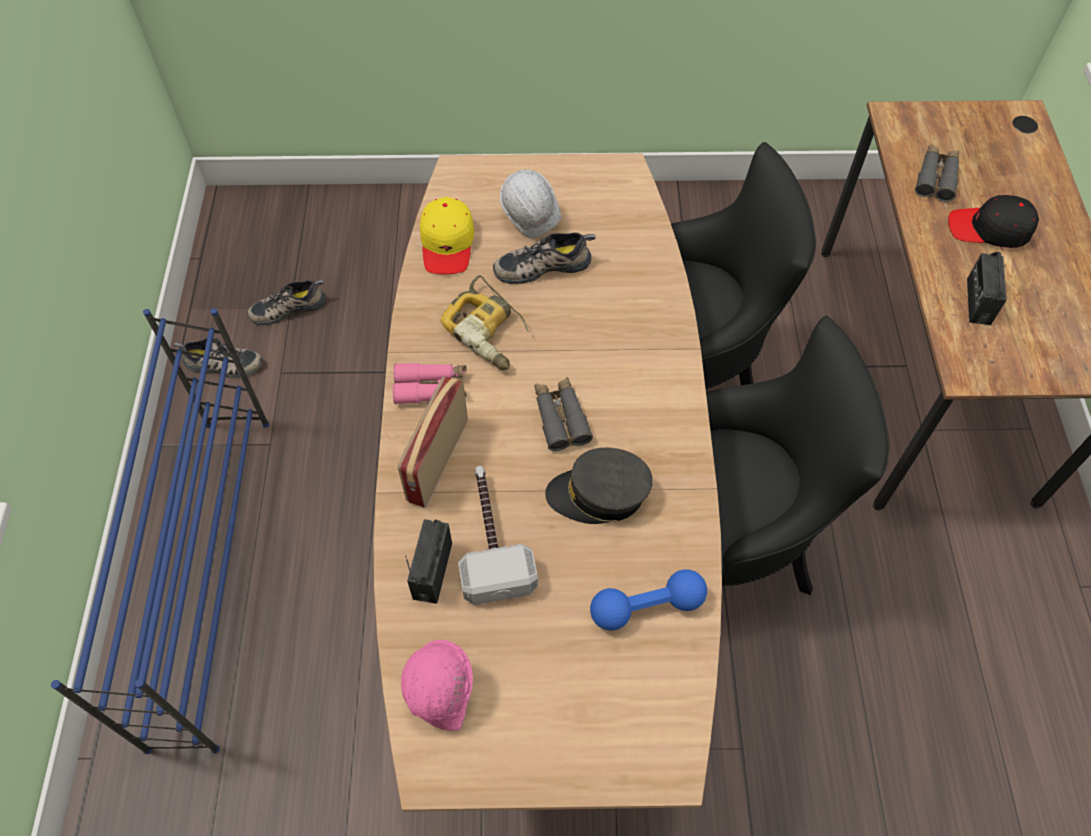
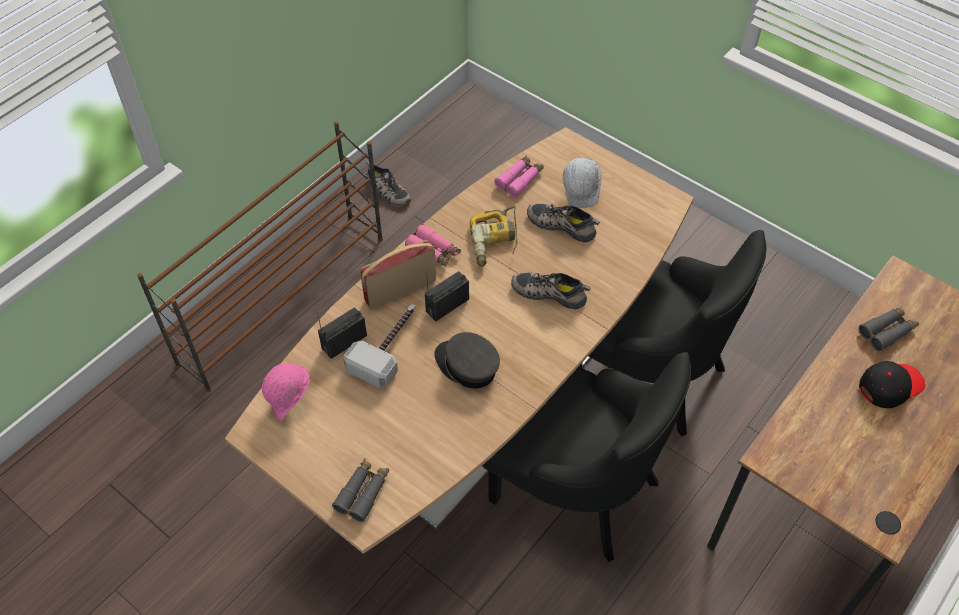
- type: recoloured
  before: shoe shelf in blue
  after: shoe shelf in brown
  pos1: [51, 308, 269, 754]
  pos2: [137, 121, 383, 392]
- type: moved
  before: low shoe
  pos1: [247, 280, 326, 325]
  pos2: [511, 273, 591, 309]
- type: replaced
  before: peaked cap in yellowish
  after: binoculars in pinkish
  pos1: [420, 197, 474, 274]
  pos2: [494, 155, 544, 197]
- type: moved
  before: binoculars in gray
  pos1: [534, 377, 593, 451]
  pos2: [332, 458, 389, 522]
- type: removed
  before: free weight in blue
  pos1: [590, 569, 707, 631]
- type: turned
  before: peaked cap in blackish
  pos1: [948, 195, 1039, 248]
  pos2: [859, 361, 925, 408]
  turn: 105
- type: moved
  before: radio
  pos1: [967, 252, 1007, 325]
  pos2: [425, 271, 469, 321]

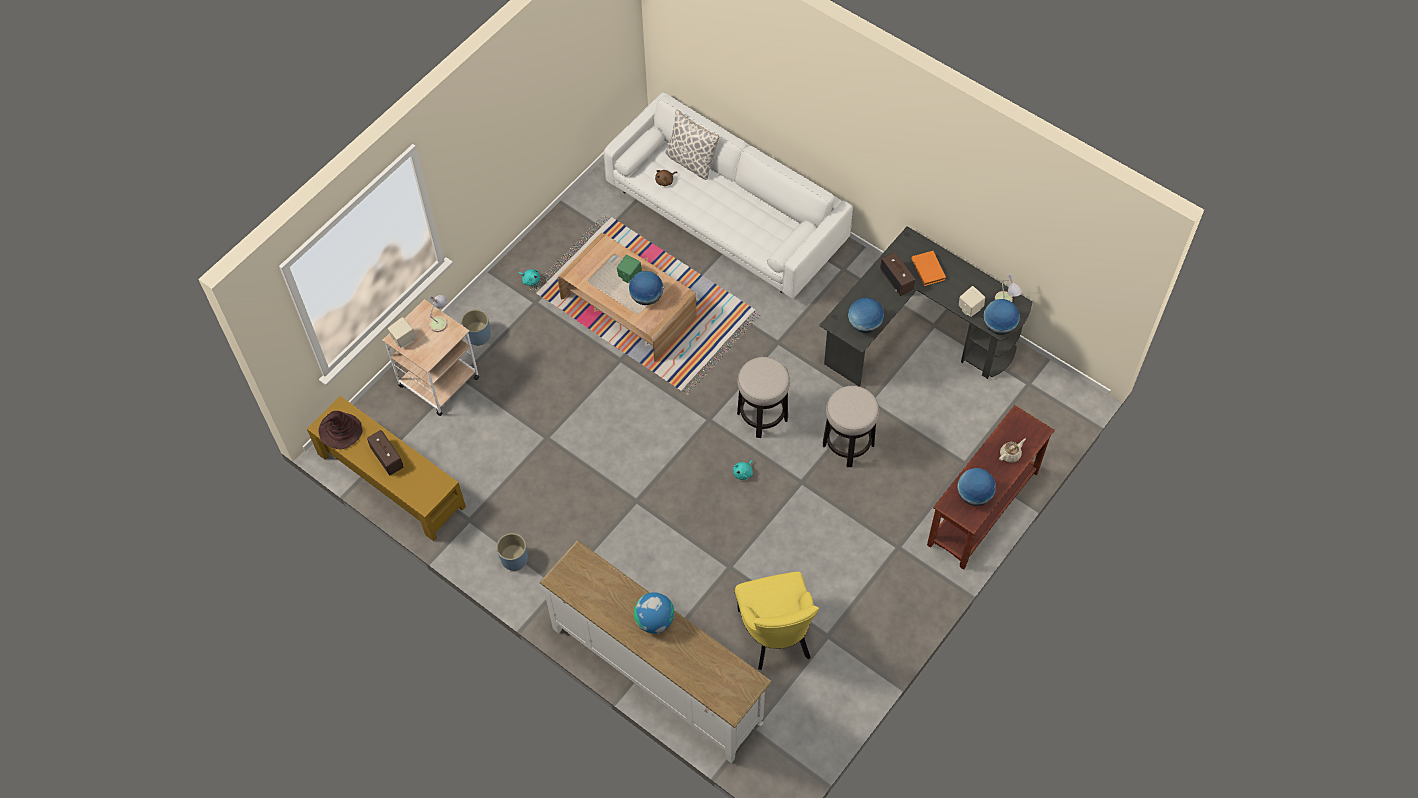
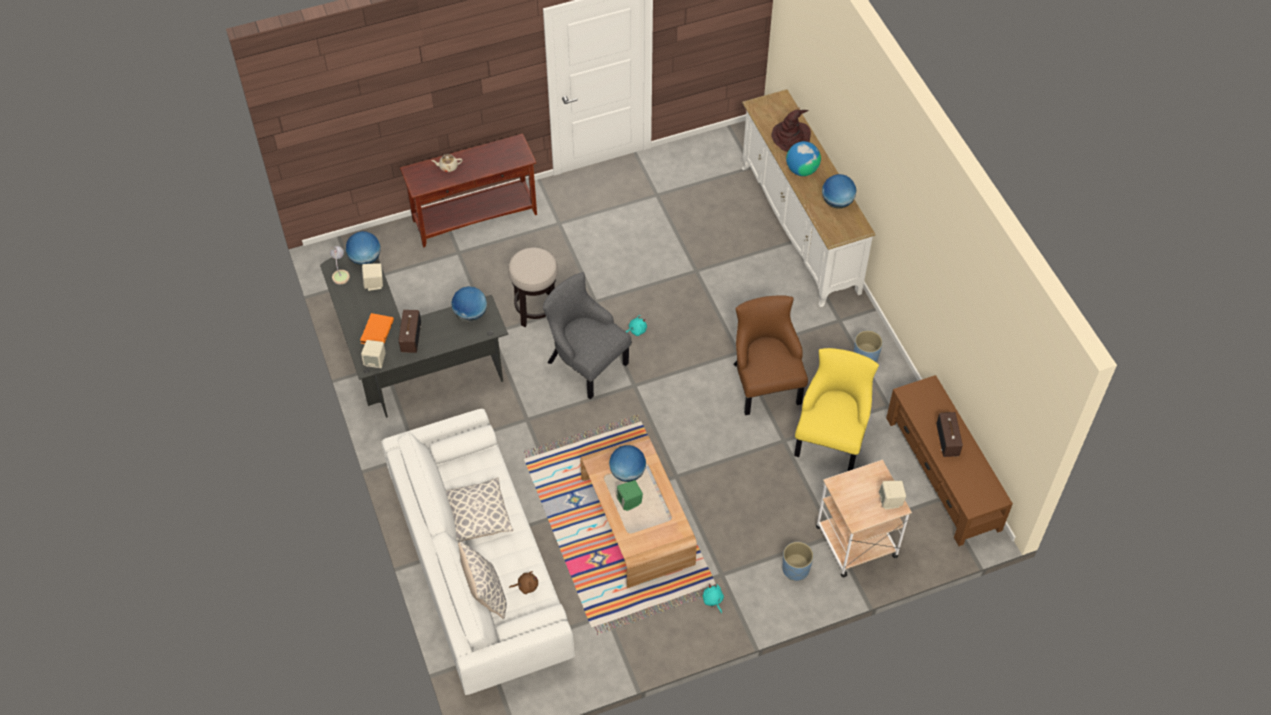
- type: recoloured
  before: tv unit in yellowish
  after: tv unit in brown
  pos1: [307, 396, 466, 541]
  pos2: [886, 375, 1013, 546]
- type: moved
  before: wearable hat in brown
  pos1: [318, 411, 362, 449]
  pos2: [771, 110, 811, 152]
- type: removed
  before: lamp for a table
  pos1: [429, 295, 447, 332]
- type: moved
  before: armchair in yellowish
  pos1: [735, 572, 819, 670]
  pos2: [794, 348, 879, 471]
- type: replaced
  before: stool seat
  after: armchair in gray
  pos1: [737, 357, 790, 438]
  pos2: [543, 272, 632, 399]
- type: moved
  before: desk globe
  pos1: [957, 468, 996, 506]
  pos2: [822, 174, 856, 209]
- type: added
  after: audio speaker in sand-coloured
  pos2: [361, 340, 385, 368]
- type: added
  after: pillow
  pos2: [446, 477, 513, 543]
- type: added
  after: armchair in brown
  pos2: [733, 295, 808, 415]

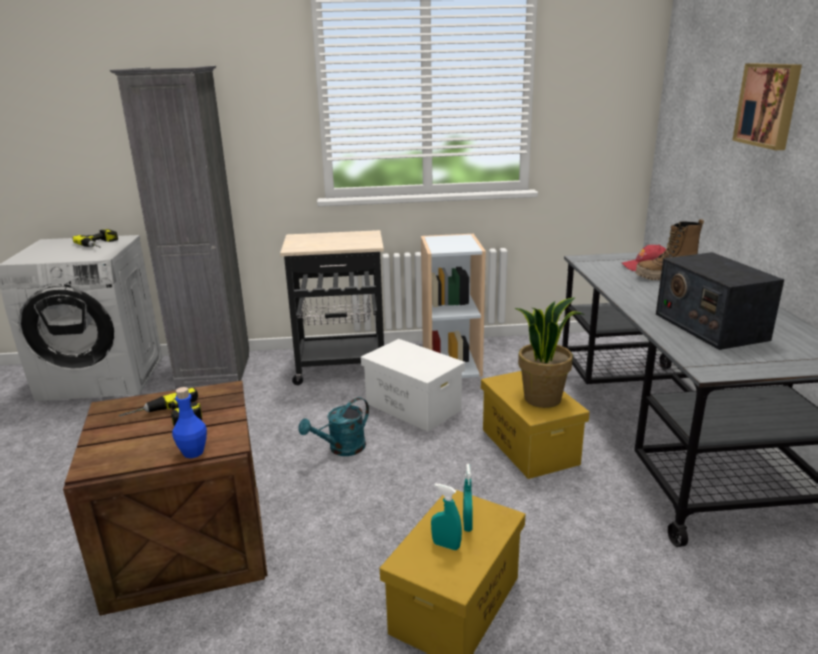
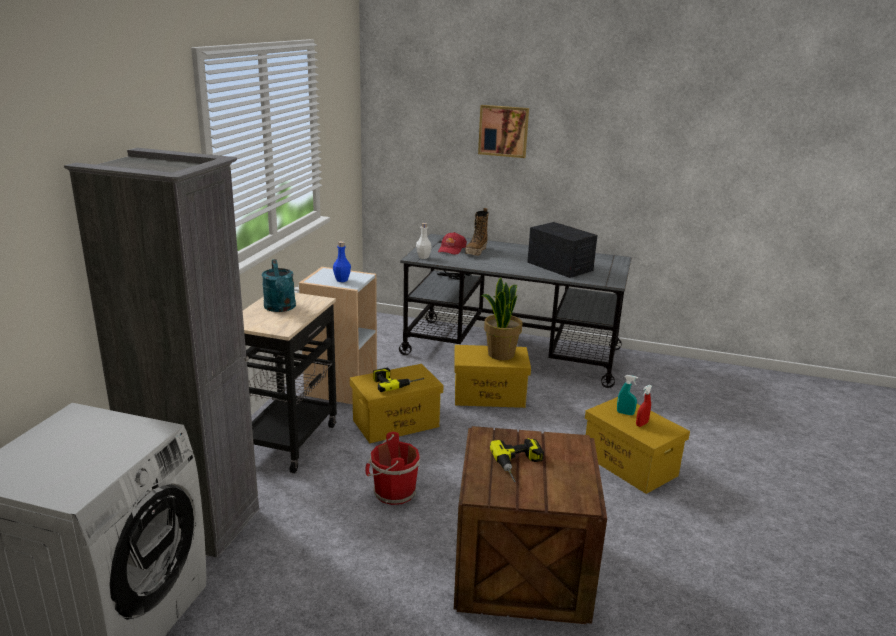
- type: moved
  before: drill
  pos1: [72, 229, 118, 247]
  pos2: [373, 367, 424, 392]
- type: moved
  before: bottle in blue
  pos1: [172, 387, 207, 458]
  pos2: [333, 241, 351, 282]
- type: moved
  before: sprinkling can in turquoise-coloured
  pos1: [298, 397, 369, 456]
  pos2: [262, 259, 296, 312]
- type: recoloured
  before: storage container in white
  after: storage container in yellowish
  pos1: [361, 339, 465, 432]
  pos2: [350, 364, 444, 443]
- type: recoloured
  before: spray bottle in turquoise-coloured
  after: spray bottle in red
  pos1: [431, 483, 462, 550]
  pos2: [636, 385, 652, 427]
- type: turned
  before: radio
  pos1: [656, 252, 784, 350]
  pos2: [527, 222, 597, 278]
  turn: -135
- type: added
  after: water bucket in red
  pos2: [365, 432, 420, 505]
- type: added
  after: bottle in white
  pos2: [416, 223, 432, 259]

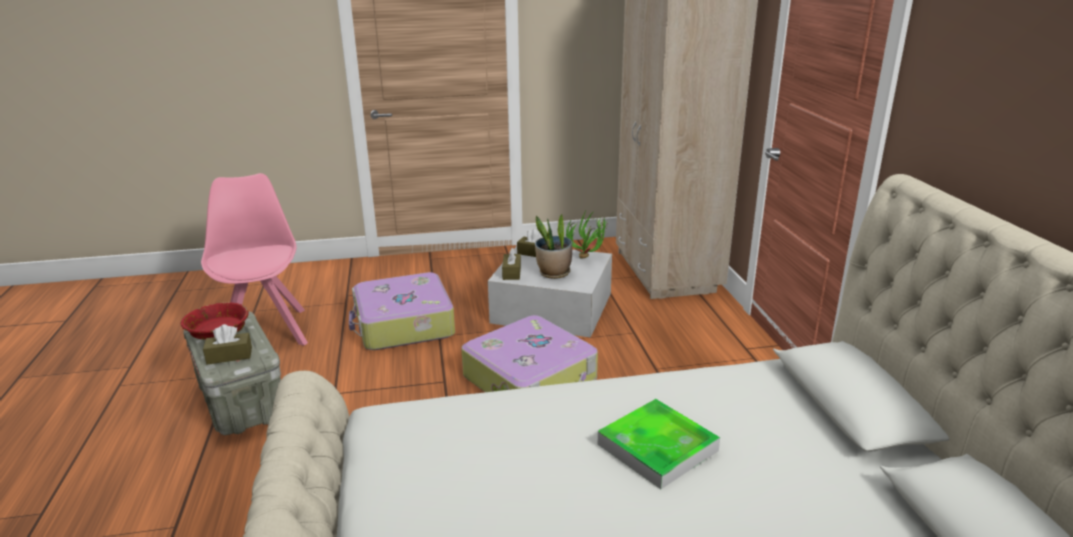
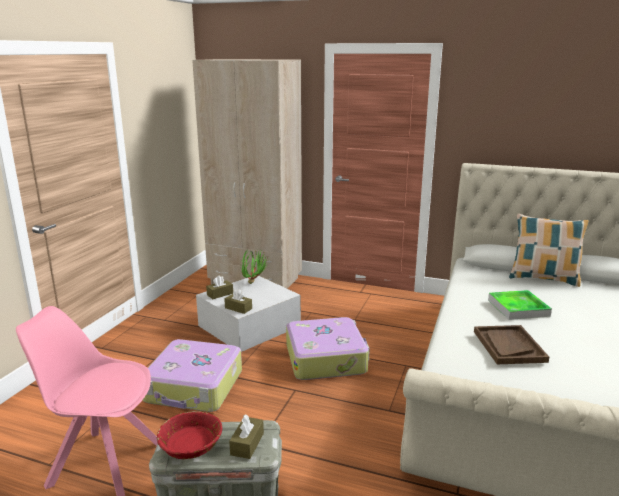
- type: removed
  before: houseplant
  pos1: [535, 214, 572, 279]
- type: added
  after: tray in brown
  pos2: [474, 325, 549, 364]
- type: added
  after: pillow
  pos2: [509, 214, 589, 287]

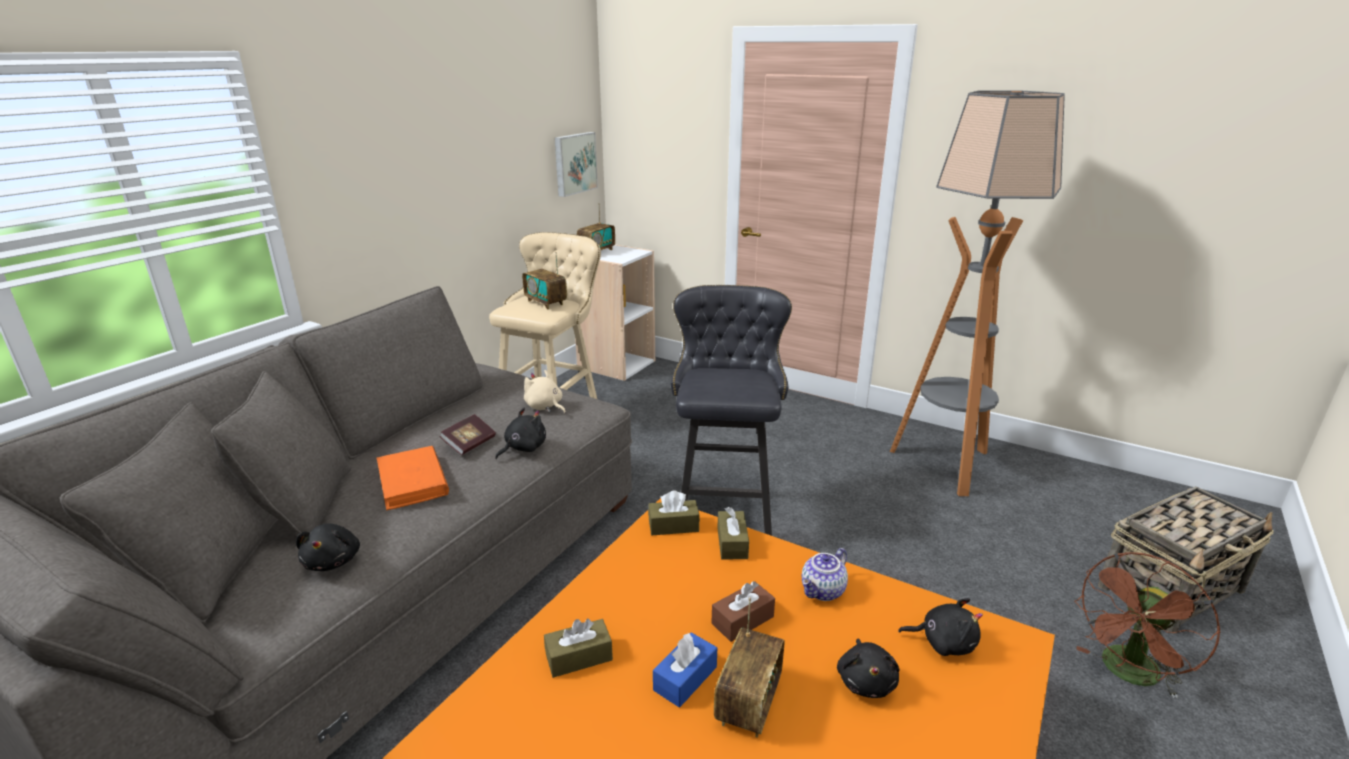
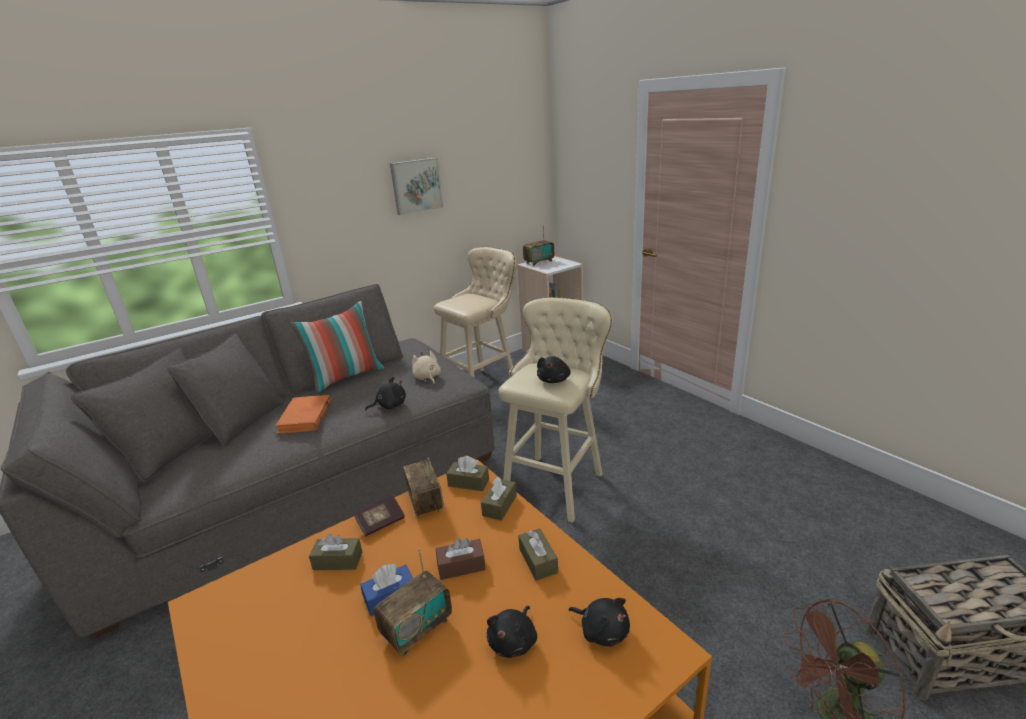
- type: moved
  before: cuddly toy in blackish
  pos1: [296, 523, 360, 571]
  pos2: [537, 356, 571, 383]
- type: moved
  before: volume
  pos1: [440, 414, 496, 455]
  pos2: [353, 494, 405, 536]
- type: moved
  before: radio
  pos1: [522, 252, 567, 309]
  pos2: [403, 458, 444, 519]
- type: moved
  before: wall picture
  pos1: [555, 132, 598, 197]
  pos2: [390, 158, 443, 215]
- type: recoloured
  before: stool seat in blackish
  after: stool seat in sand-coloured
  pos1: [671, 285, 792, 536]
  pos2: [498, 297, 613, 523]
- type: replaced
  before: tea pot
  after: box of tissues in brown
  pos1: [802, 548, 848, 601]
  pos2: [518, 528, 558, 581]
- type: removed
  before: floor lamp
  pos1: [890, 91, 1065, 496]
- type: added
  after: pillow
  pos2: [290, 301, 384, 393]

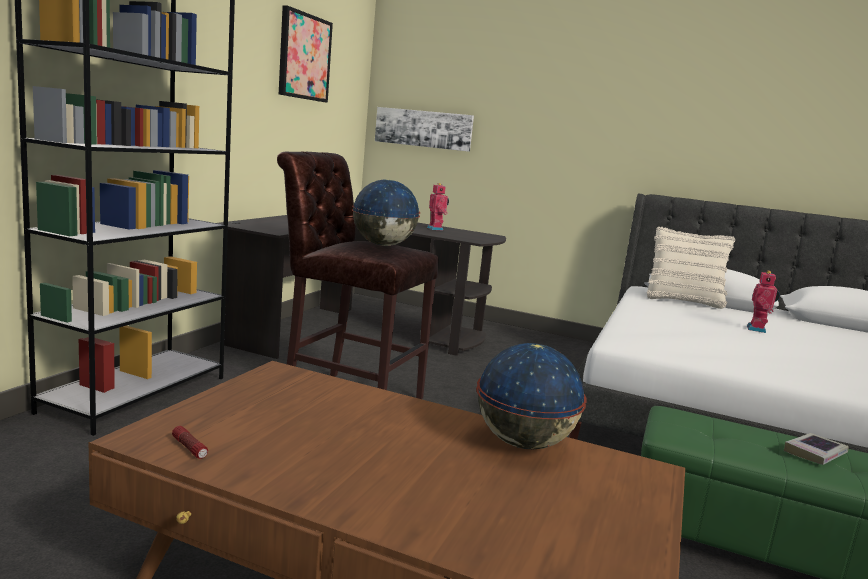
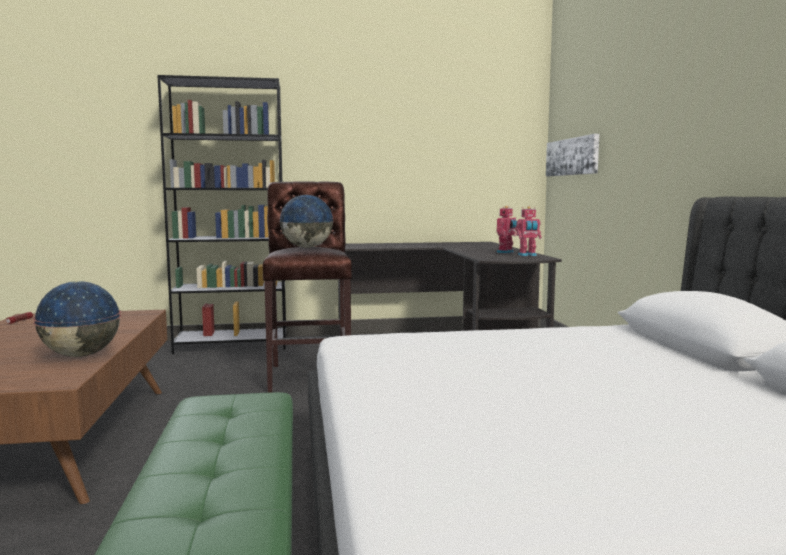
- type: removed
  before: wall picture
  pos1: [279, 5, 333, 103]
- type: removed
  before: pillow in sand-coloured
  pos1: [647, 227, 735, 309]
- type: moved
  before: toy robot
  pos1: [747, 271, 780, 333]
  pos2: [515, 207, 542, 256]
- type: removed
  before: volume
  pos1: [784, 433, 849, 465]

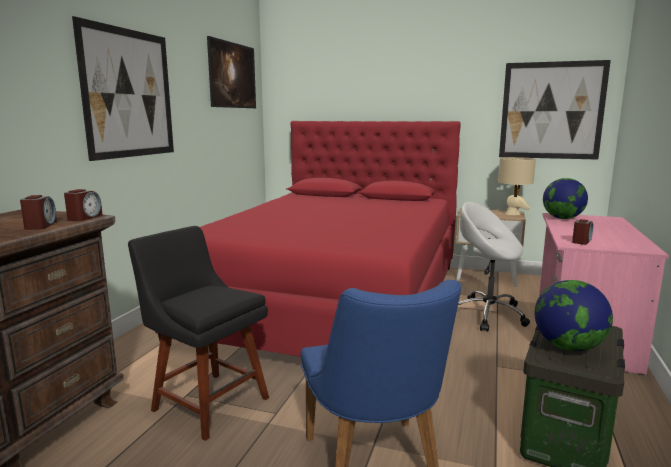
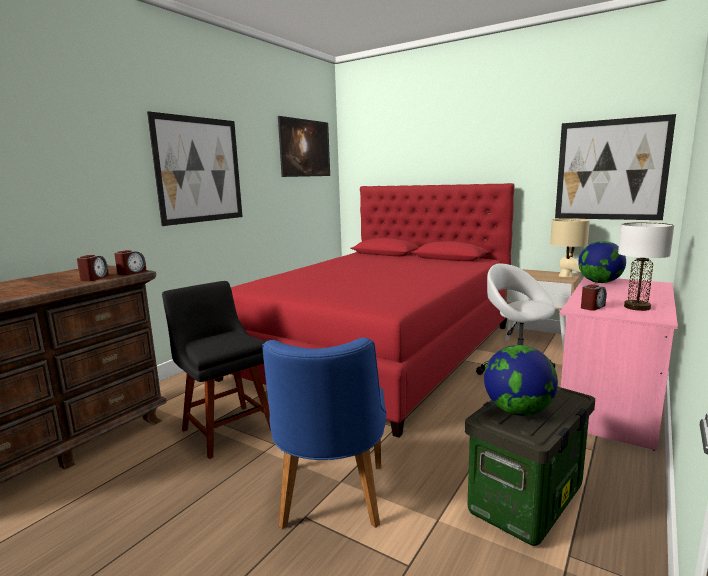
- type: added
  after: lamp for a table
  pos2: [618, 222, 674, 311]

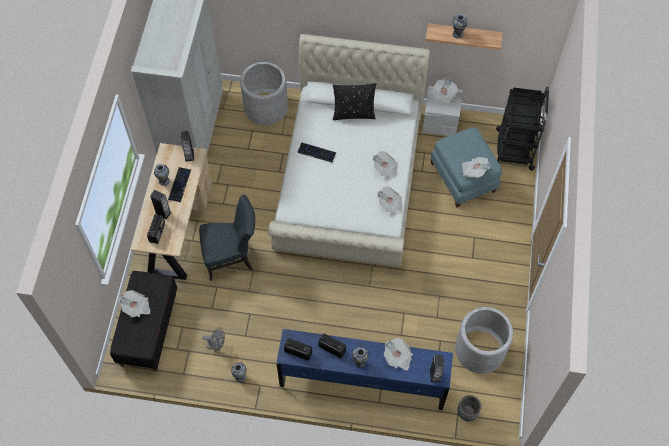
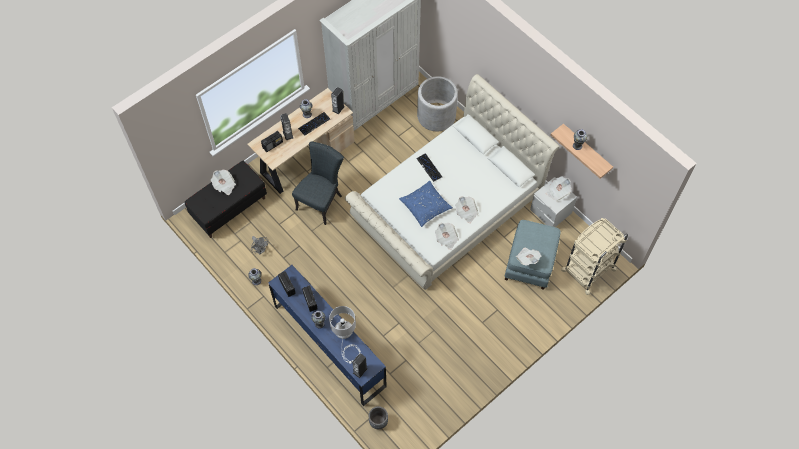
- type: turned
  before: chair in gray
  pos1: [199, 195, 255, 281]
  pos2: [292, 141, 344, 225]
  turn: -90
- type: removed
  before: pillow in blackish
  pos1: [333, 83, 376, 120]
- type: replaced
  before: daily paper
  after: lamp for a table in gray
  pos1: [384, 338, 413, 371]
  pos2: [329, 306, 361, 364]
- type: removed
  before: plant pot in gray
  pos1: [455, 307, 513, 374]
- type: recoloured
  before: cart in blackish
  after: cart in sand-coloured
  pos1: [496, 87, 549, 171]
  pos2: [561, 218, 628, 295]
- type: added
  after: pillow in blue
  pos2: [399, 181, 453, 227]

